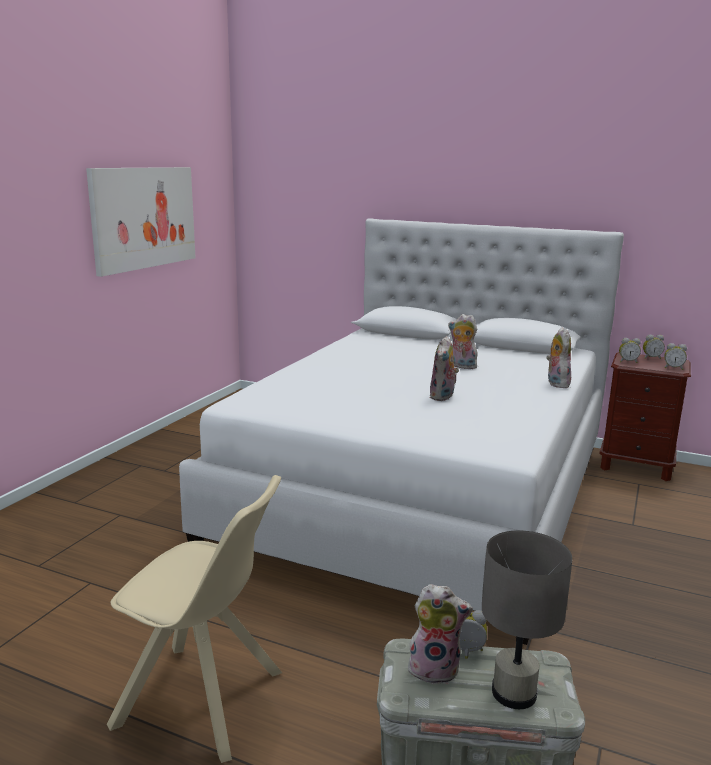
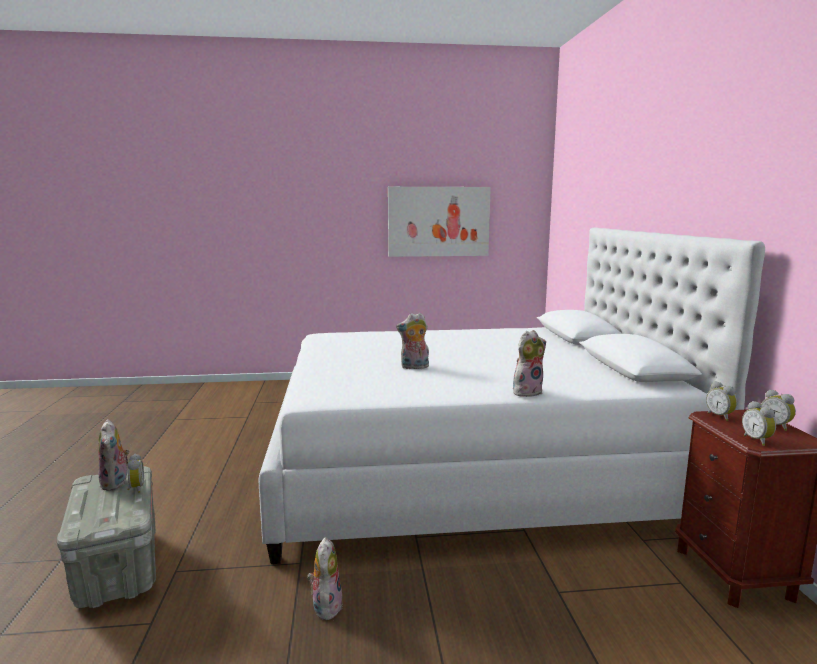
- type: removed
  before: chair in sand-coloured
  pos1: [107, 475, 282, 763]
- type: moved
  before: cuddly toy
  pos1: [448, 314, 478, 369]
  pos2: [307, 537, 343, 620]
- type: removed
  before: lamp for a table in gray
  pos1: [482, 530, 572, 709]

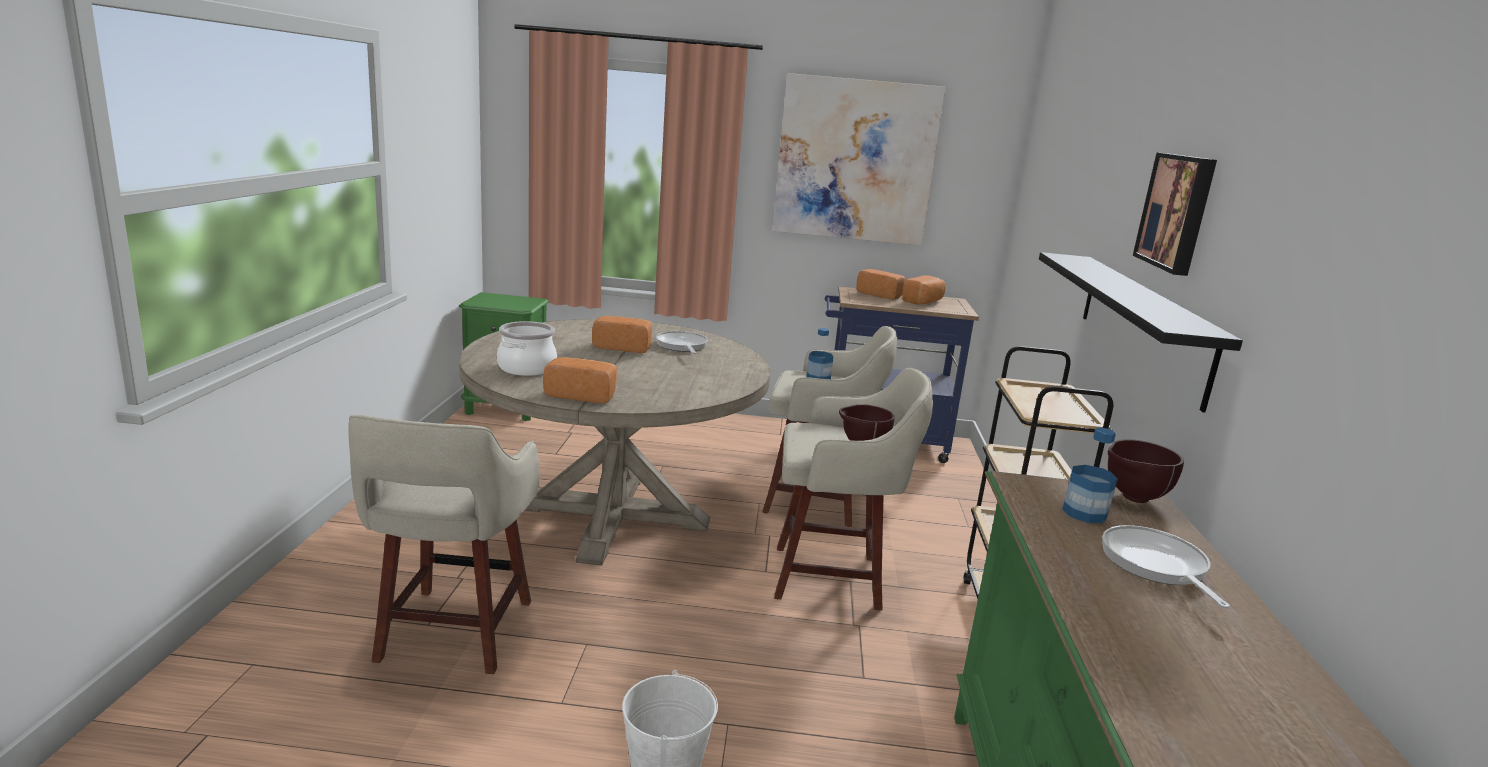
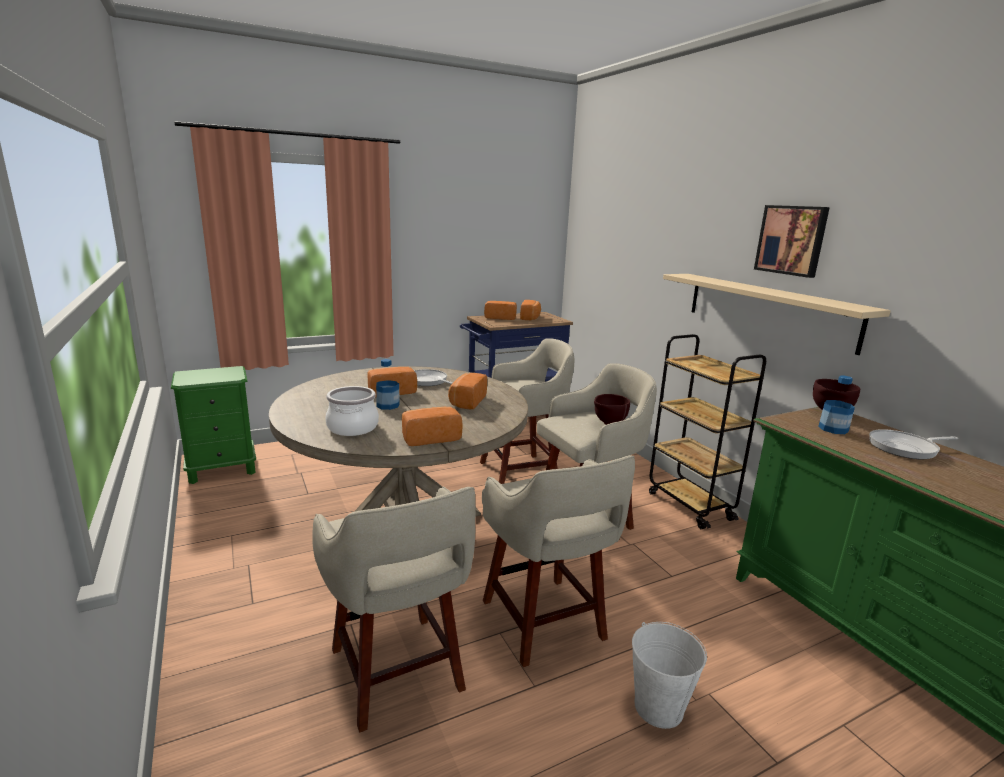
- type: removed
  before: wall picture
  pos1: [772, 73, 946, 245]
- type: moved
  before: bottle
  pos1: [806, 328, 833, 379]
  pos2: [376, 359, 399, 410]
- type: recoloured
  before: wall shelf in blackish
  after: wall shelf in sand-coloured
  pos1: [1039, 252, 1243, 413]
  pos2: [663, 274, 891, 355]
- type: turned
  before: skillet
  pos1: [1102, 525, 1230, 609]
  pos2: [869, 429, 958, 459]
  turn: -60
- type: added
  after: baked bread
  pos2: [448, 373, 487, 409]
- type: added
  after: stool seat in sand-coloured
  pos2: [482, 455, 635, 667]

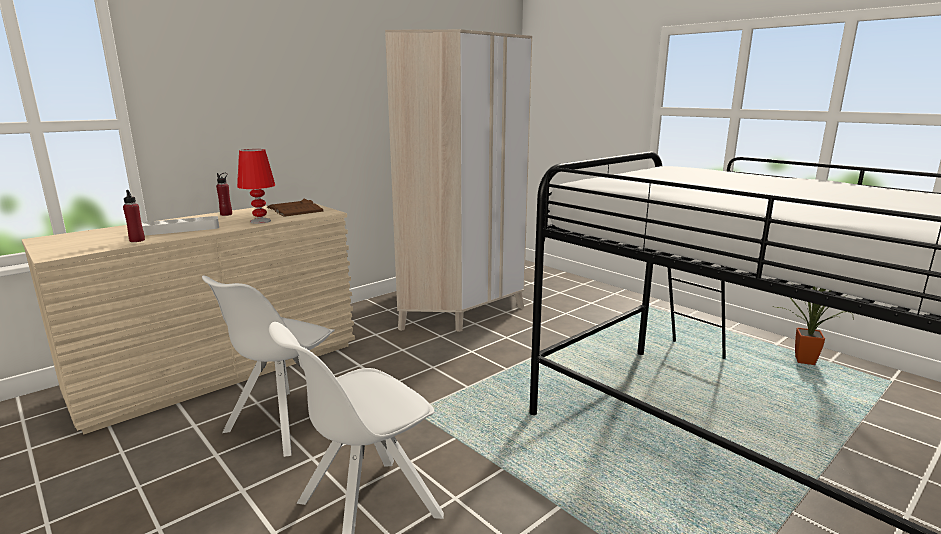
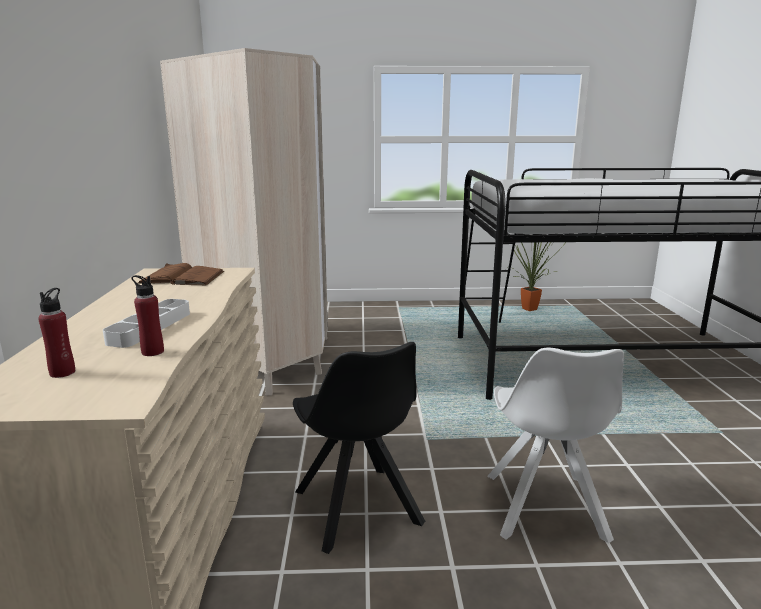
- type: recoloured
  before: chair in white
  after: chair in blackish
  pos1: [202, 275, 335, 457]
  pos2: [293, 342, 425, 554]
- type: moved
  before: bottle in red
  pos1: [216, 173, 232, 216]
  pos2: [38, 288, 75, 378]
- type: removed
  before: lamp for a table in red
  pos1: [237, 149, 275, 224]

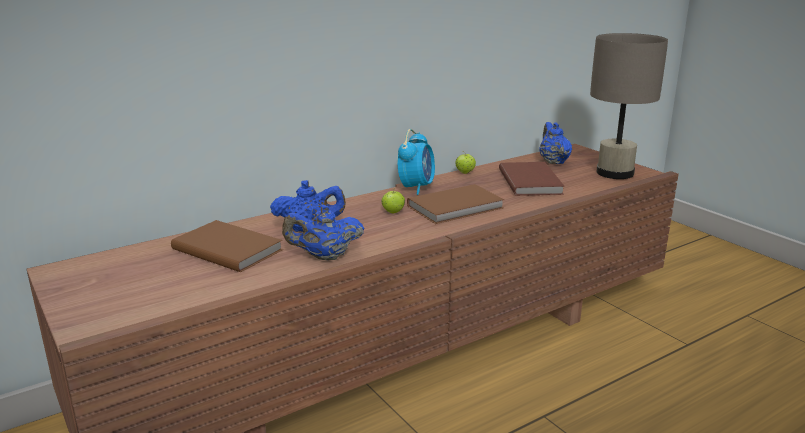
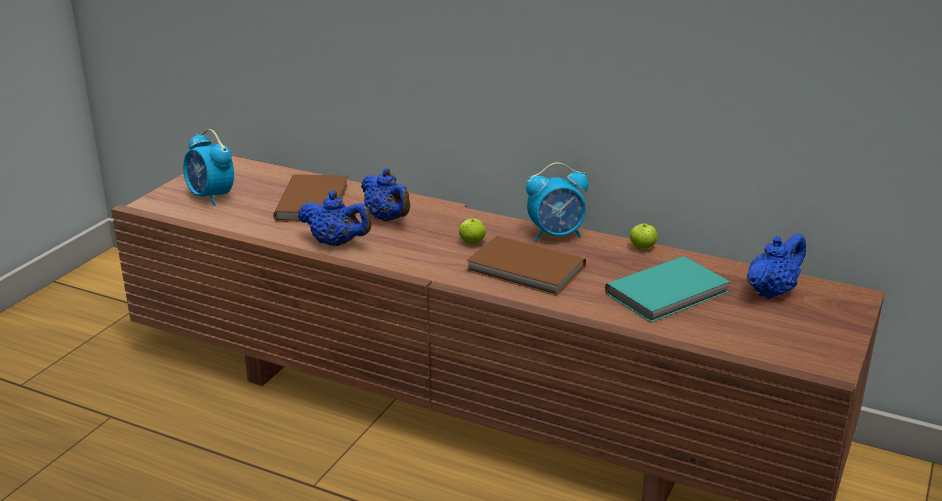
- type: turned
  before: tea pot in blue
  pos1: [282, 205, 364, 260]
  pos2: [298, 191, 372, 246]
  turn: 150
- type: recoloured
  before: volume in brown
  after: volume in turquoise-coloured
  pos1: [499, 162, 564, 196]
  pos2: [605, 256, 730, 322]
- type: removed
  before: lamp for a table in gray
  pos1: [590, 33, 668, 179]
- type: added
  after: alarm clock
  pos2: [183, 129, 234, 206]

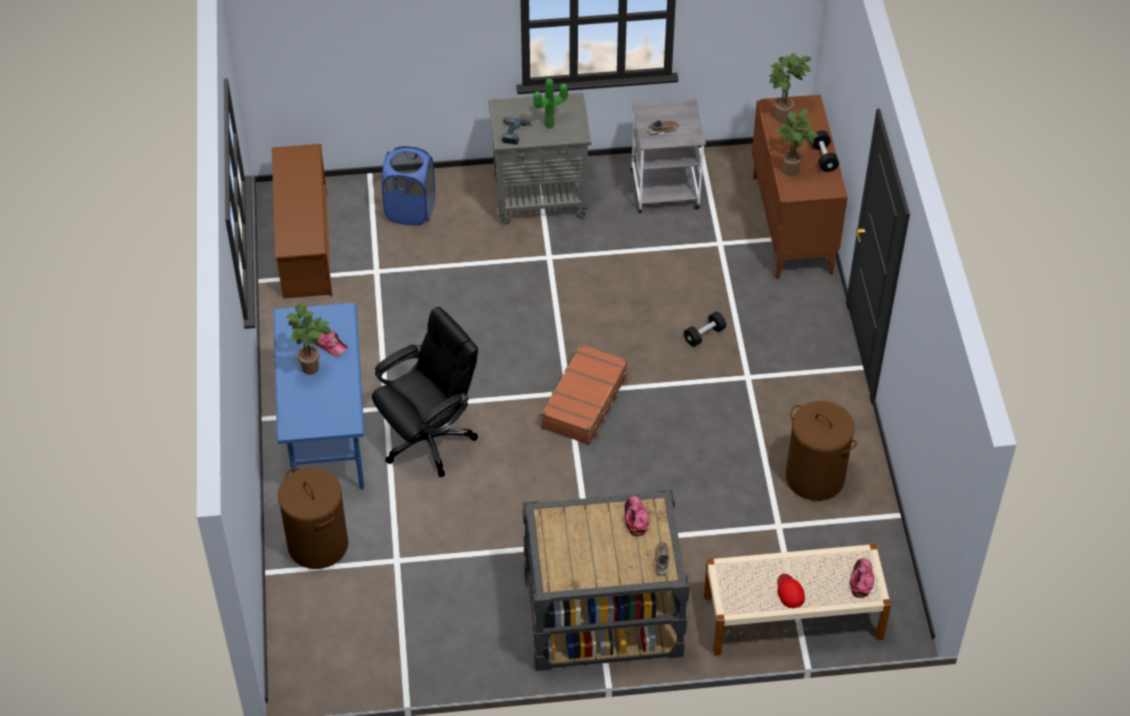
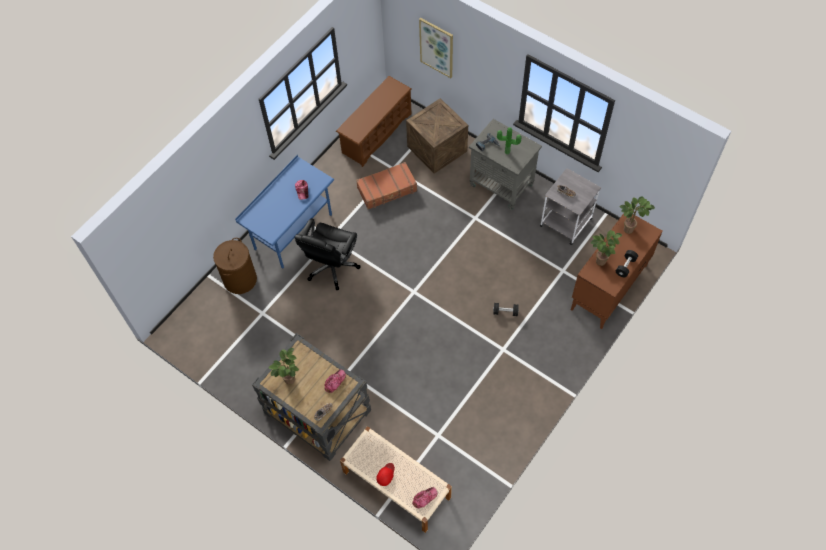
- type: moved
  before: houseplant
  pos1: [286, 303, 331, 375]
  pos2: [268, 348, 299, 385]
- type: turned
  before: computer chair in blackish
  pos1: [372, 307, 478, 477]
  pos2: [294, 218, 361, 290]
  turn: 105
- type: replaced
  before: laundry basket in blue
  after: packing crate
  pos1: [382, 146, 435, 225]
  pos2: [406, 98, 468, 174]
- type: moved
  before: travel case in brown
  pos1: [541, 344, 628, 445]
  pos2: [356, 162, 417, 209]
- type: removed
  before: laundry basket in brown
  pos1: [786, 401, 857, 501]
- type: added
  after: wall picture
  pos2: [419, 18, 453, 78]

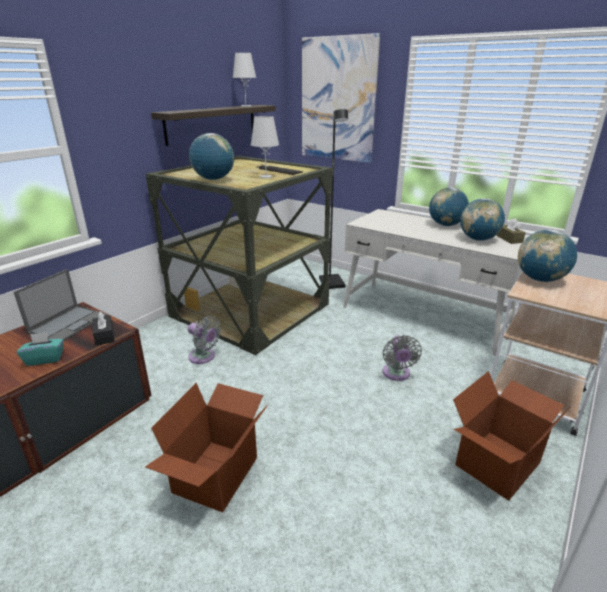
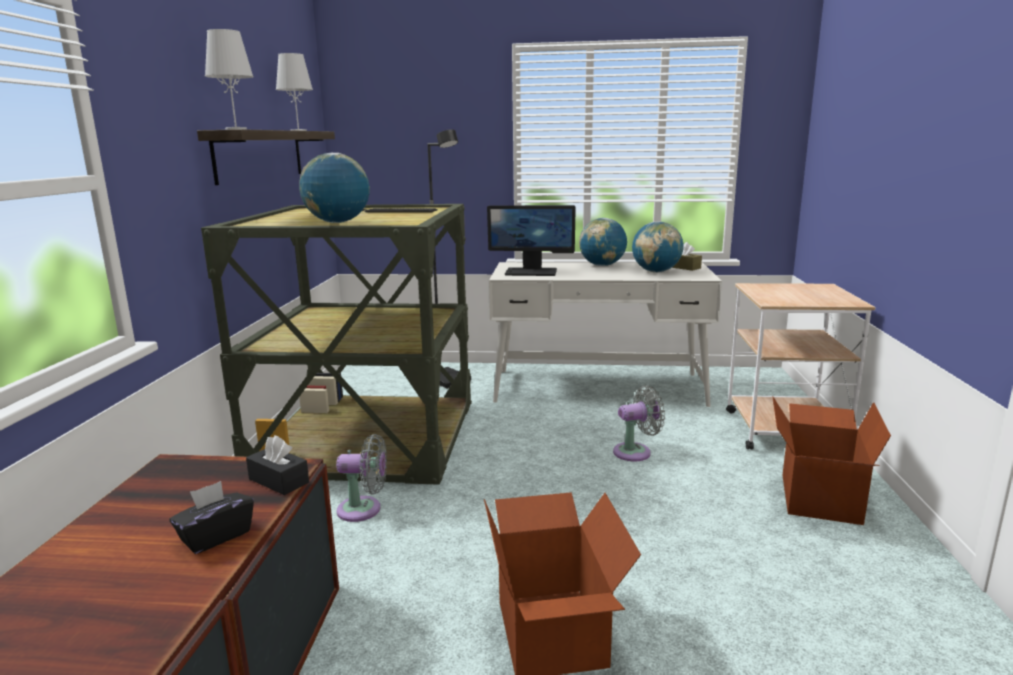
- type: removed
  before: laptop
  pos1: [14, 269, 107, 341]
- type: recoloured
  before: box of tissues in turquoise-coloured
  after: box of tissues in blackish
  pos1: [17, 332, 64, 366]
  pos2: [169, 481, 254, 554]
- type: moved
  before: lamp for a table in white
  pos1: [251, 116, 279, 178]
  pos2: [205, 29, 254, 130]
- type: removed
  before: wall picture
  pos1: [302, 33, 380, 163]
- type: turned
  before: fan in gray
  pos1: [383, 335, 422, 381]
  pos2: [613, 385, 665, 461]
  turn: -75
- type: removed
  before: desk globe
  pos1: [518, 229, 577, 282]
- type: added
  after: computer display
  pos2: [487, 205, 576, 276]

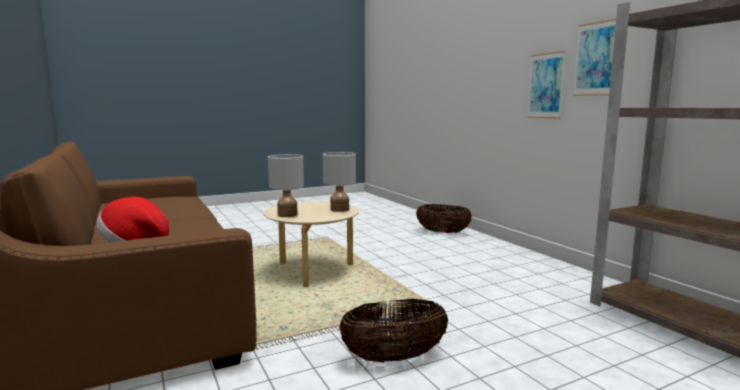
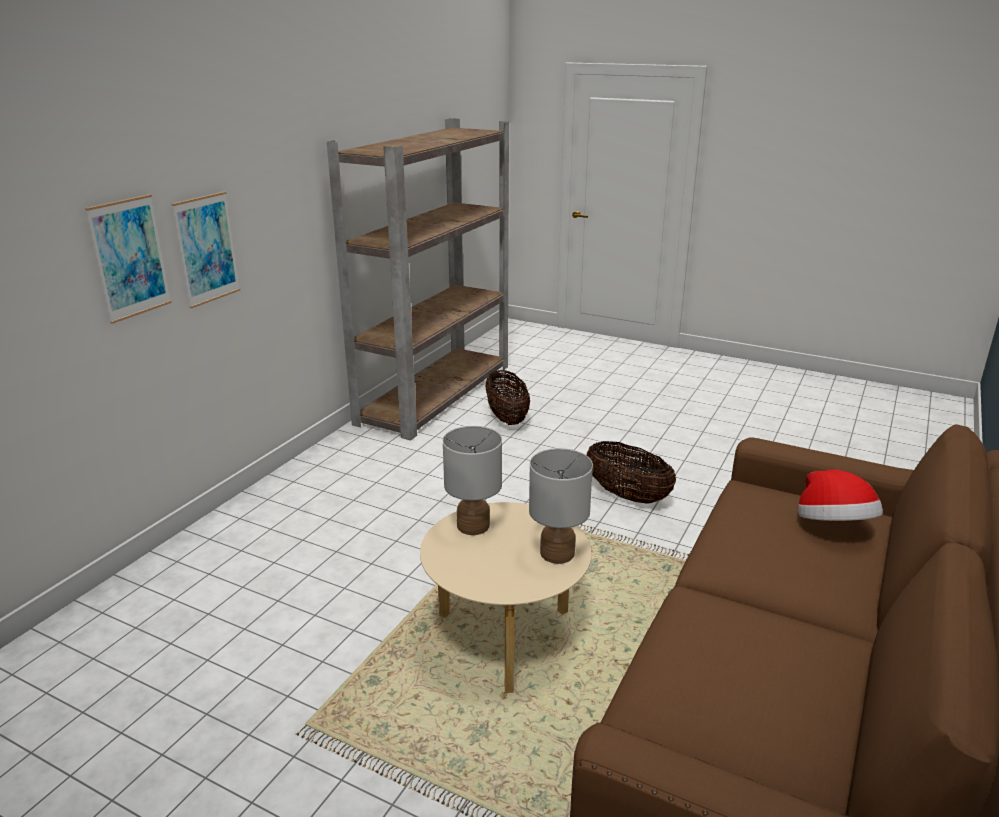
- type: moved
  before: household basket
  pos1: [416, 204, 472, 233]
  pos2: [485, 370, 530, 425]
- type: moved
  before: wall picture
  pos1: [573, 19, 616, 96]
  pos2: [85, 194, 172, 324]

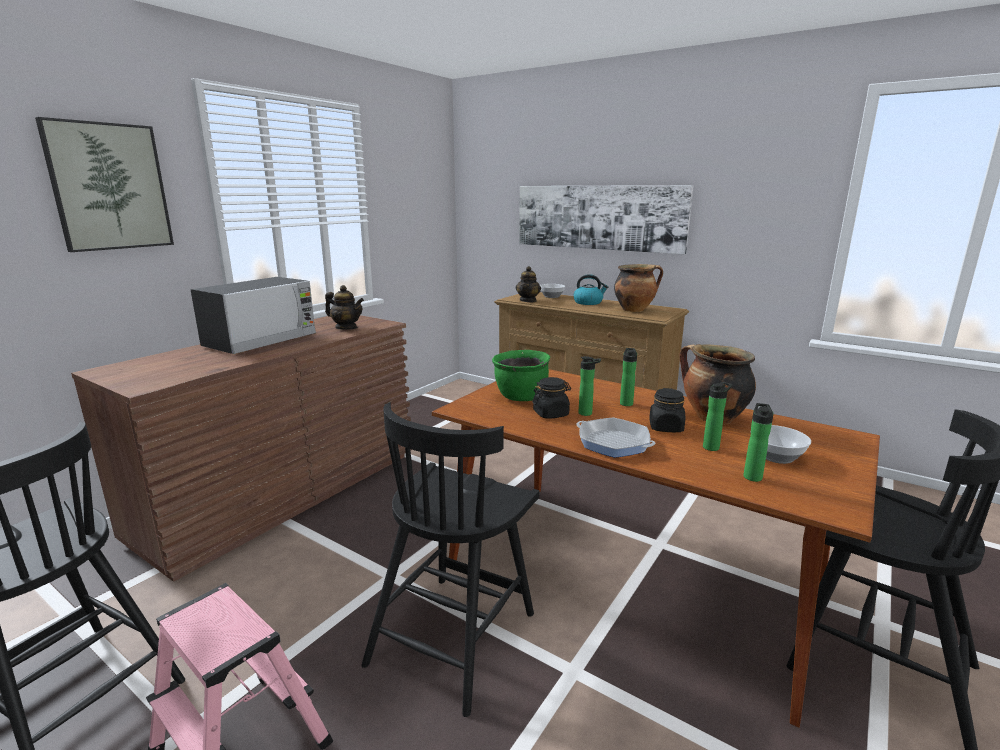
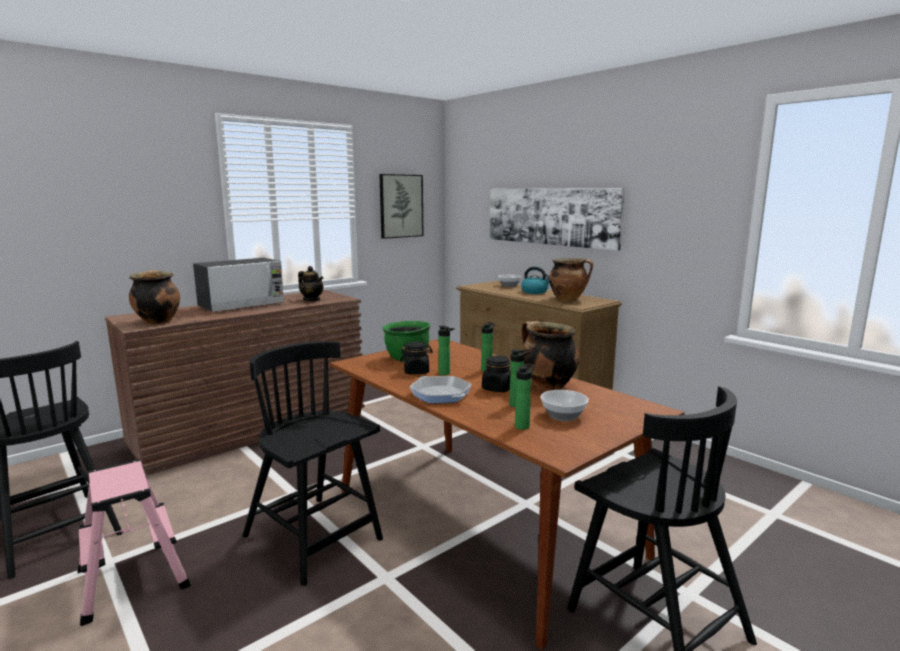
- type: moved
  before: wall picture
  pos1: [35, 117, 174, 252]
  pos2: [379, 174, 423, 239]
- type: turned
  before: chair in blackish
  pos1: [361, 402, 539, 717]
  pos2: [242, 341, 383, 586]
  turn: 90
- type: removed
  before: tea pot
  pos1: [516, 266, 541, 302]
- type: added
  after: saucepot
  pos2: [129, 270, 180, 324]

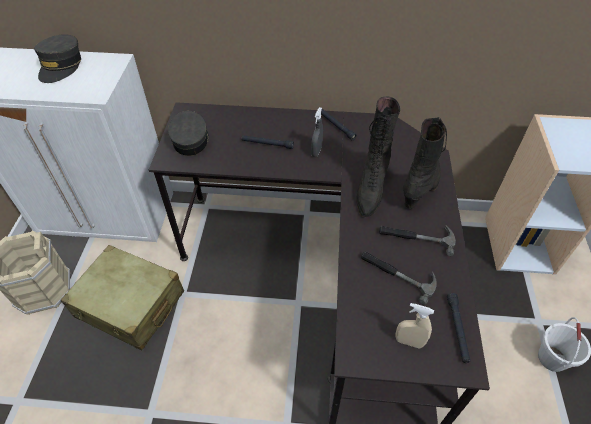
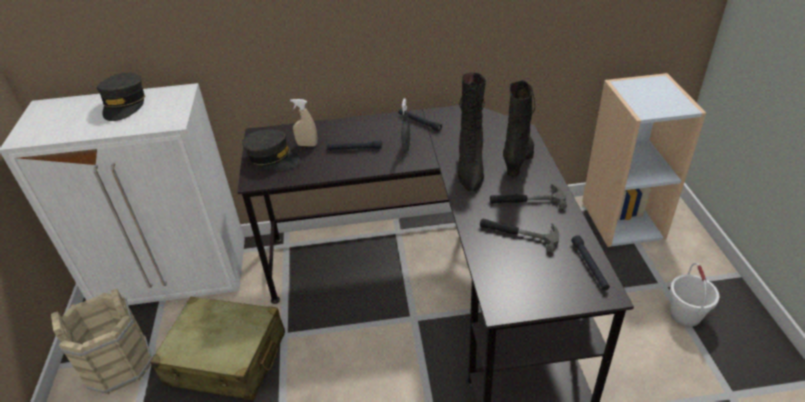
- type: turned
  before: peaked cap in gray
  pos1: [168, 111, 209, 156]
  pos2: [242, 130, 301, 171]
  turn: 135
- type: moved
  before: spray bottle in sand-coloured
  pos1: [395, 303, 434, 349]
  pos2: [290, 99, 317, 146]

